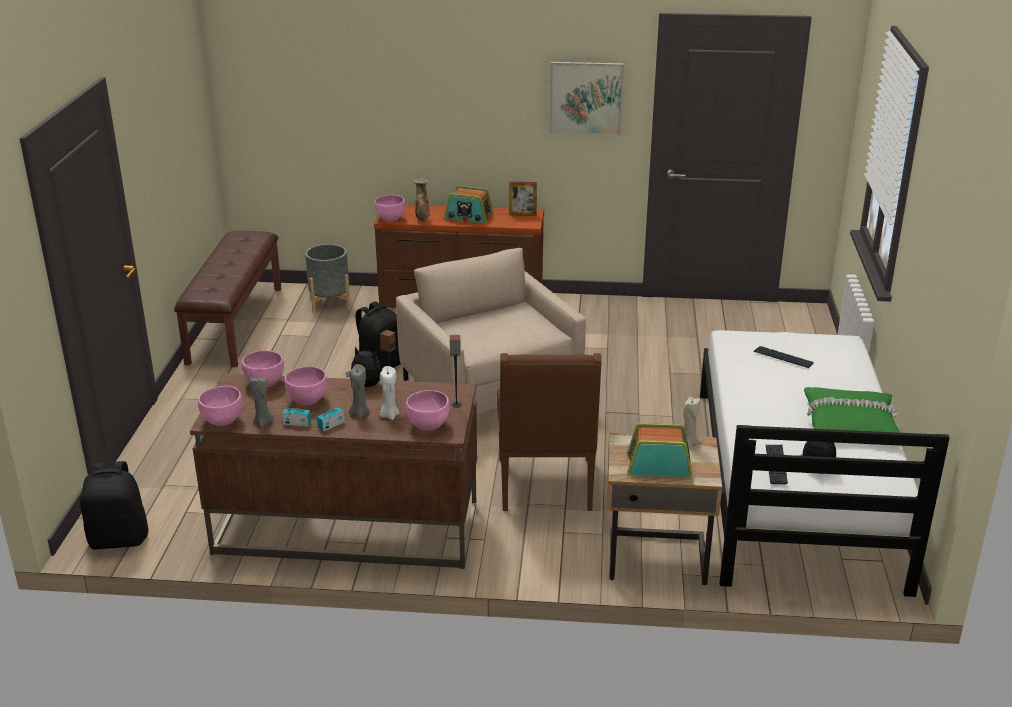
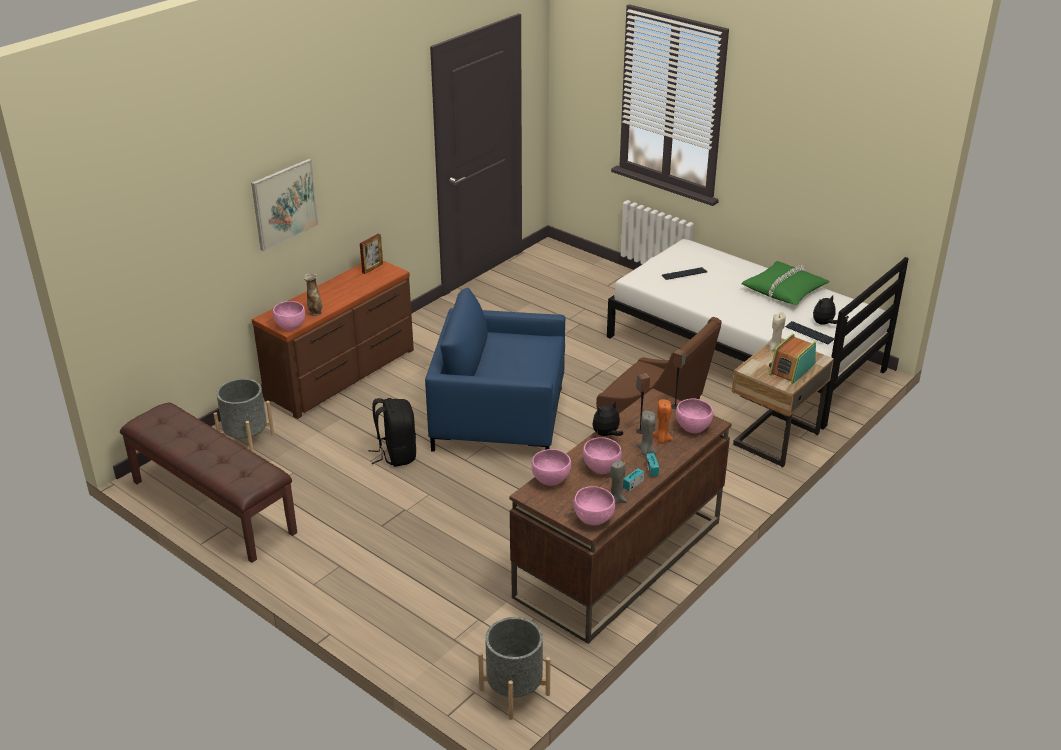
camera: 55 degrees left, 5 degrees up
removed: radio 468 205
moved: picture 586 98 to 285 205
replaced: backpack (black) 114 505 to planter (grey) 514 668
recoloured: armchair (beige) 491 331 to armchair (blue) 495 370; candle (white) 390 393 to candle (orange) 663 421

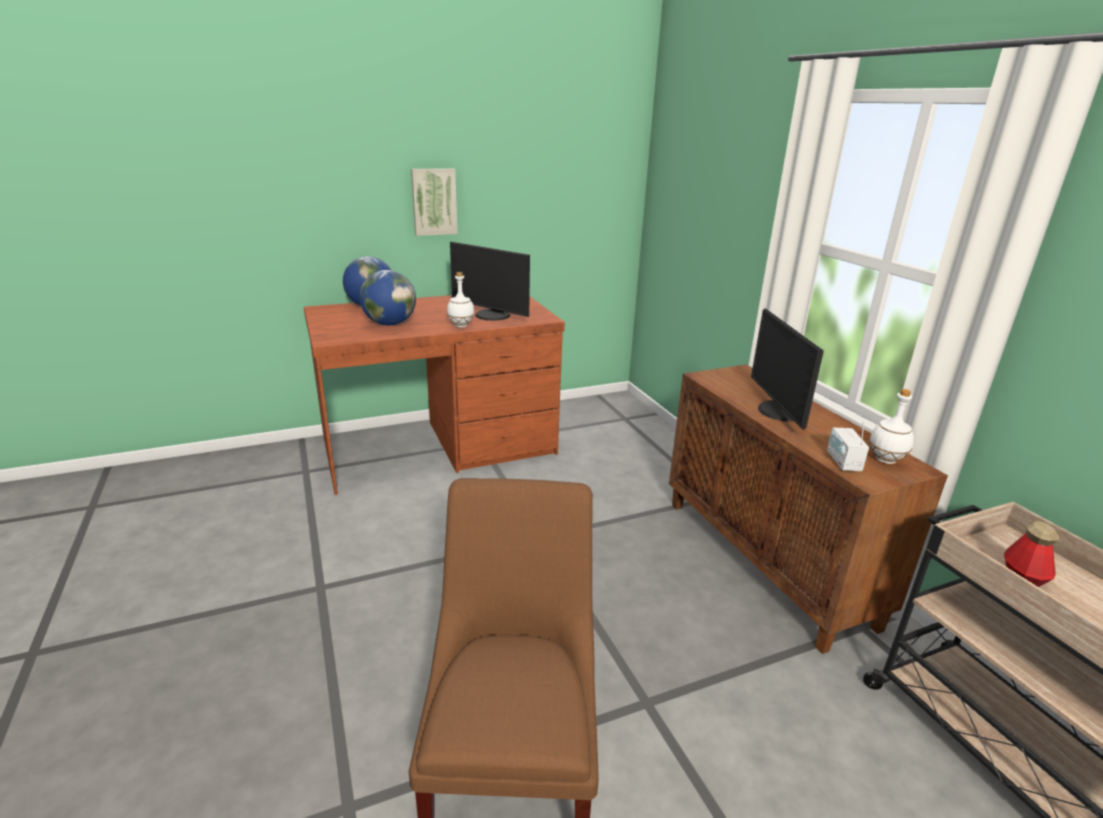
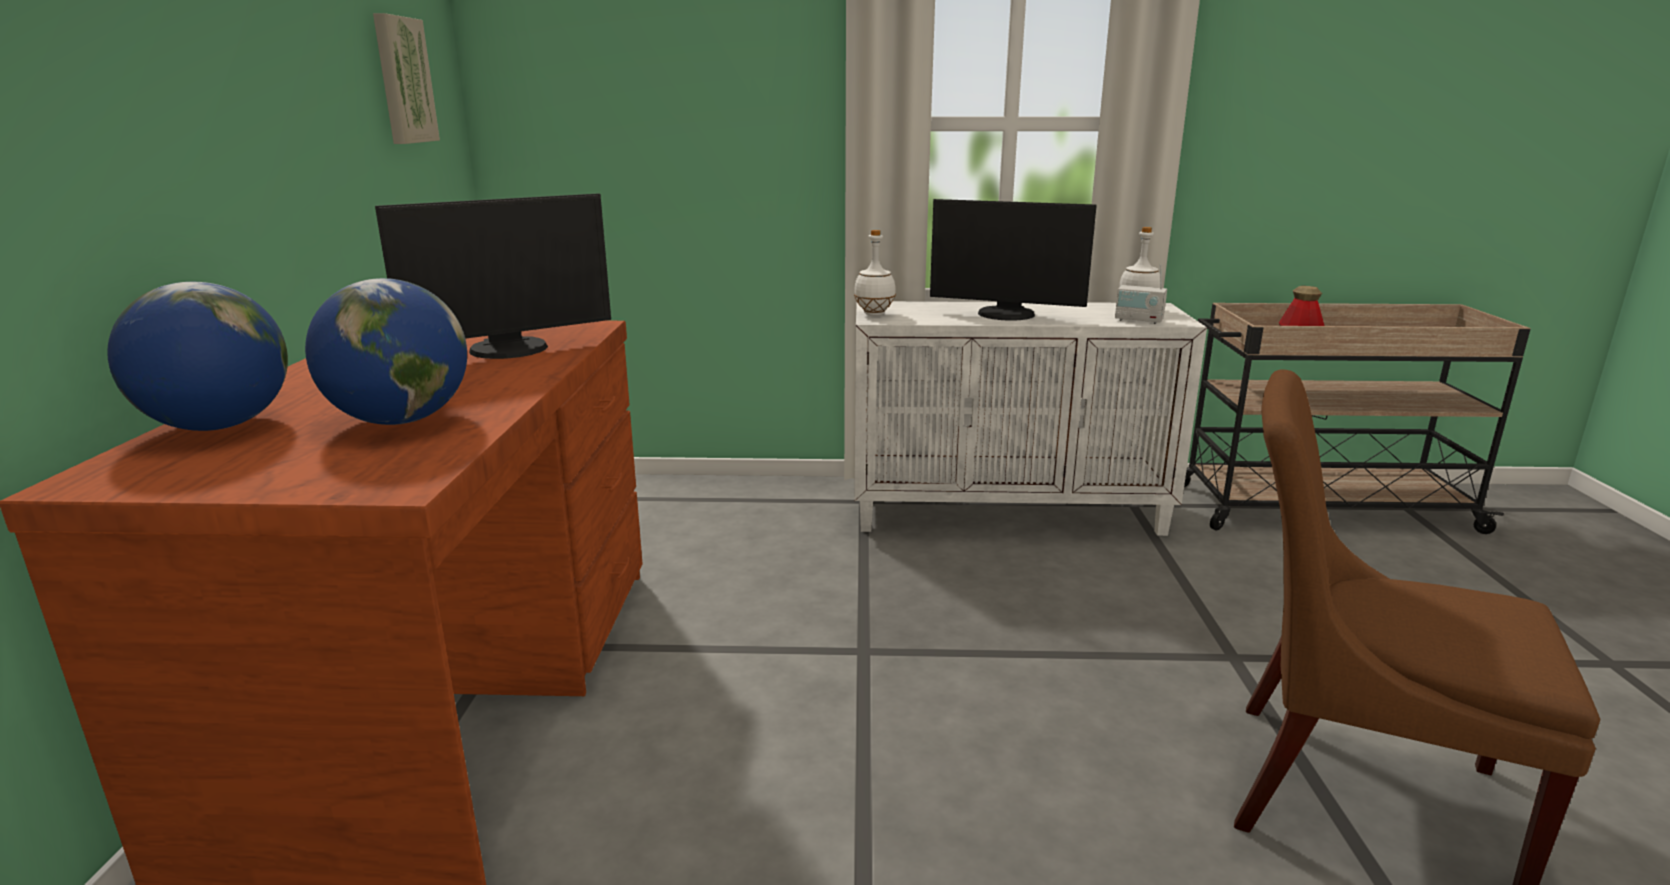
camera: 65 degrees left, 5 degrees down
moved: picture 434 202 to 406 78; bottle (white) 460 299 to 875 273
recoloured: cabinet (brown) 808 509 to cabinet (white) 1030 418

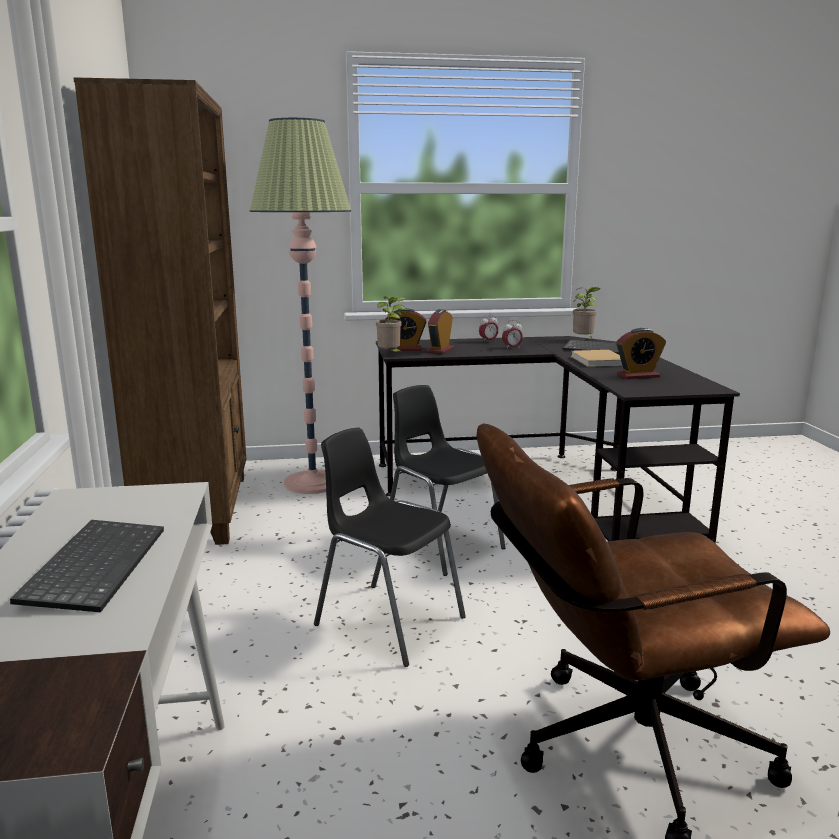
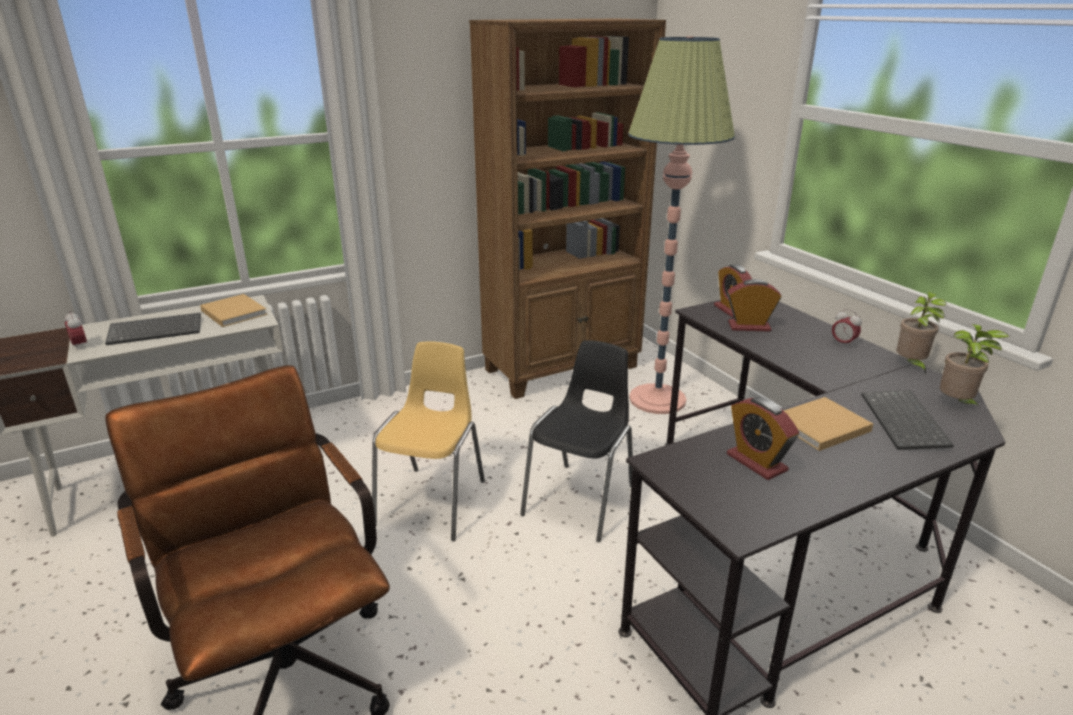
camera: 70 degrees right, 10 degrees up
added: book (beige) 233 310
moved: alarm clock 512 334 to 76 330; potted plant 391 324 to 921 333
recoloured: chair (black) 390 547 to chair (yellow) 428 441

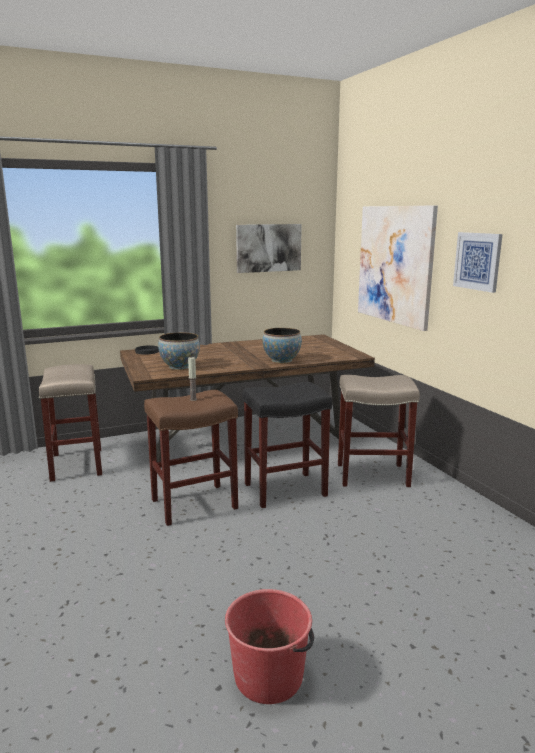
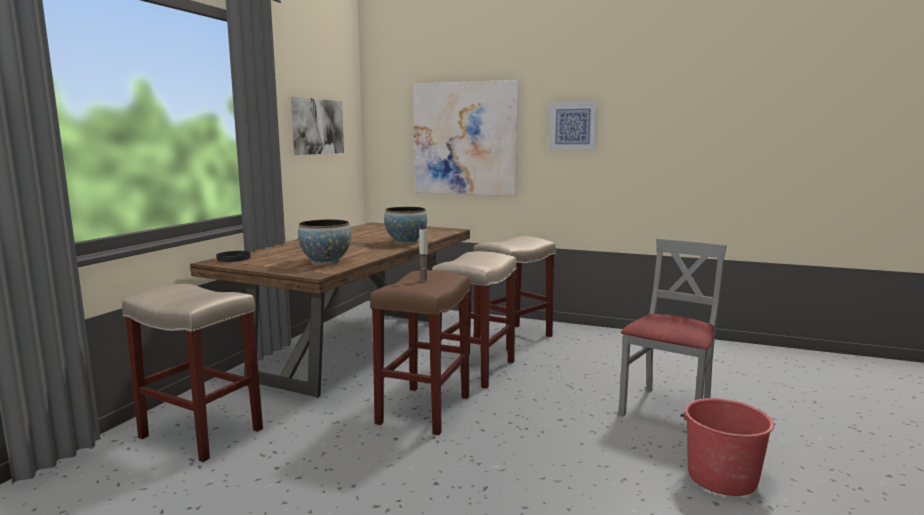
camera: 45 degrees left, 5 degrees down
added: chair (grey) 672 327
recoloured: stool (black) 287 445 to stool (beige) 474 320

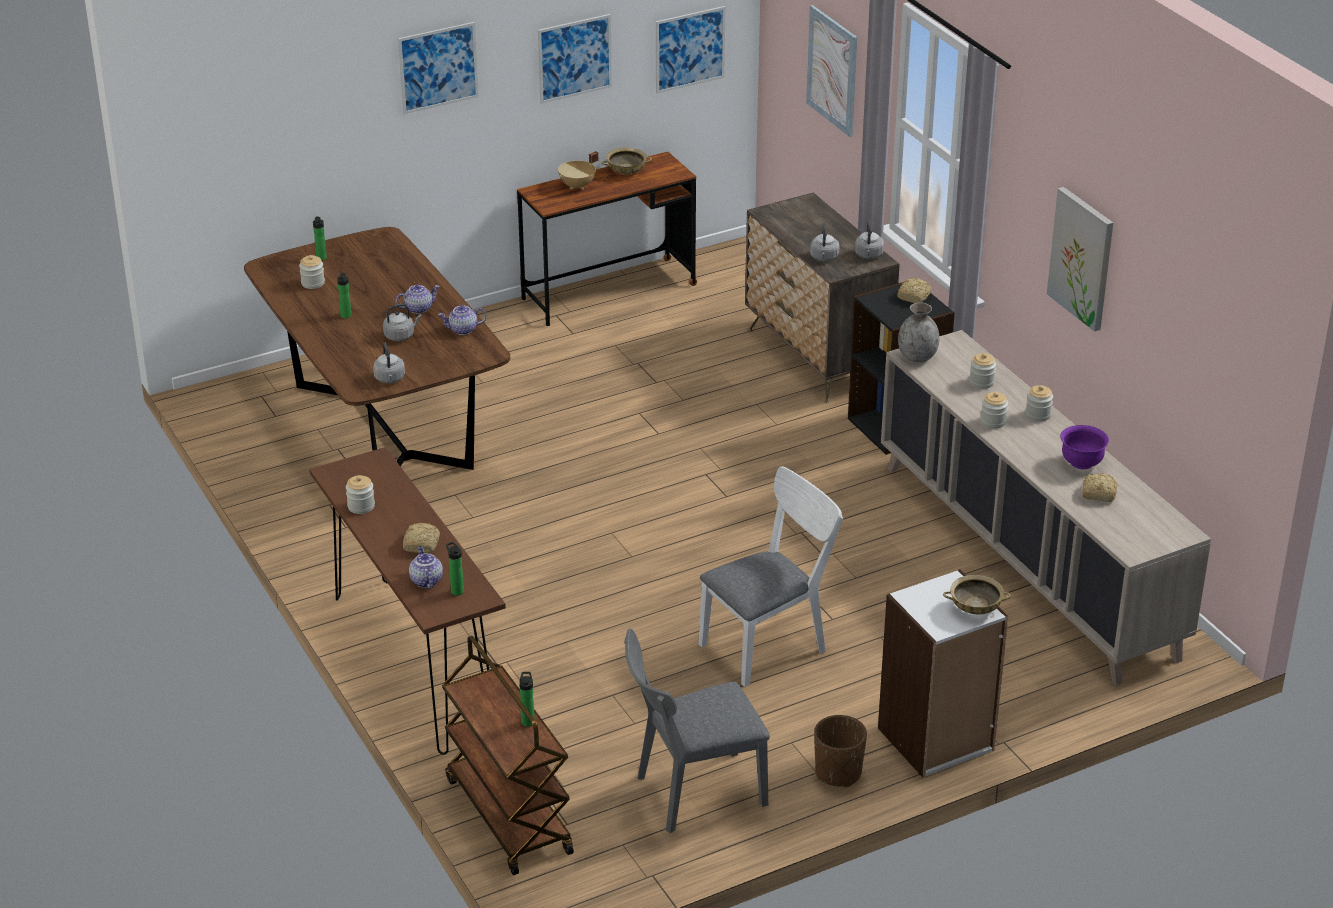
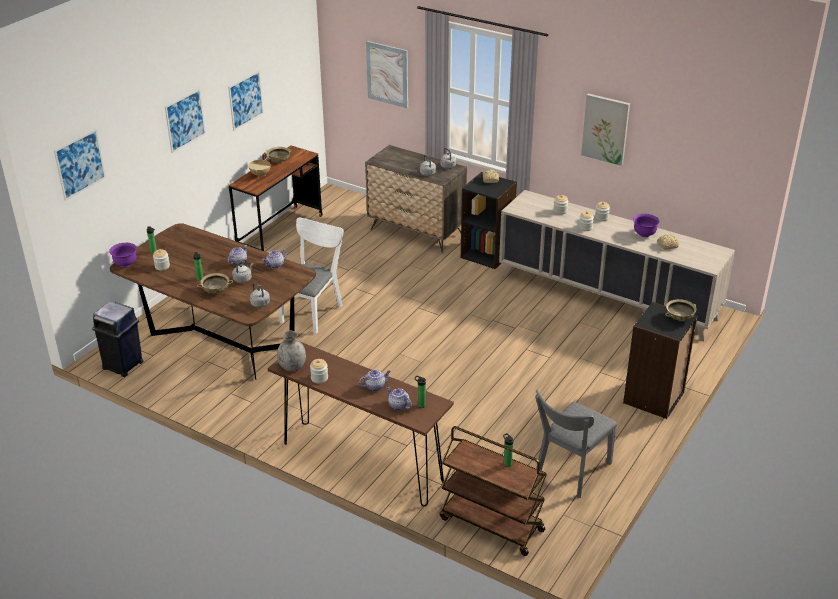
camera: 30 degrees left, 0 degrees up
removed: planter (brown) 840 751
added: trash can (blue) 118 339; bowl (purple) 123 255; bowl (beige) 215 283
moved: picture 691 50 to 80 165; vase (grey) 919 332 to 291 351; chair (white) 771 576 to 311 276
replaced: bread 421 538 to teapot 375 380
recoloured: bookcase (white) 943 673 to bookcase (black) 660 360

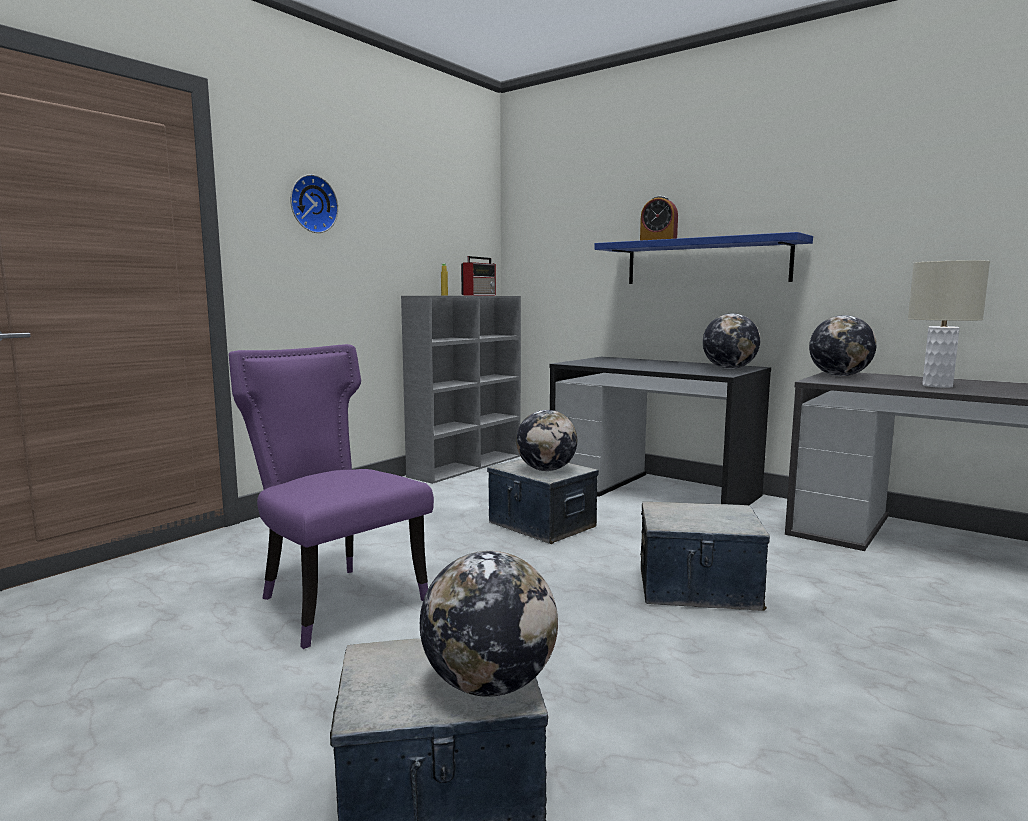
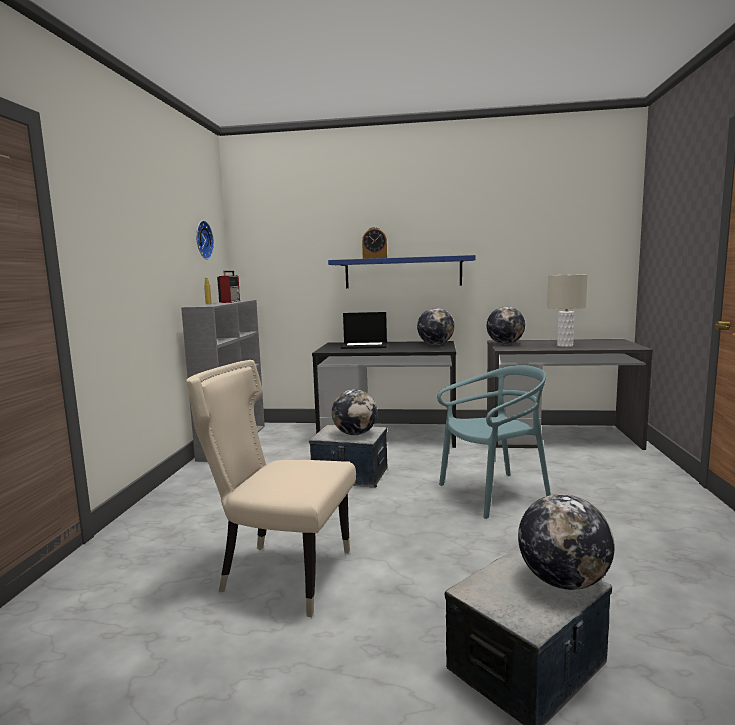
camera: 30 degrees left, 0 degrees up
added: laptop 363 330
moved: wall clock 314 203 to 205 240
replaced: storage box 705 556 to chair (turquoise) 494 442
recoloured: chair (purple) 331 496 to chair (beige) 271 488

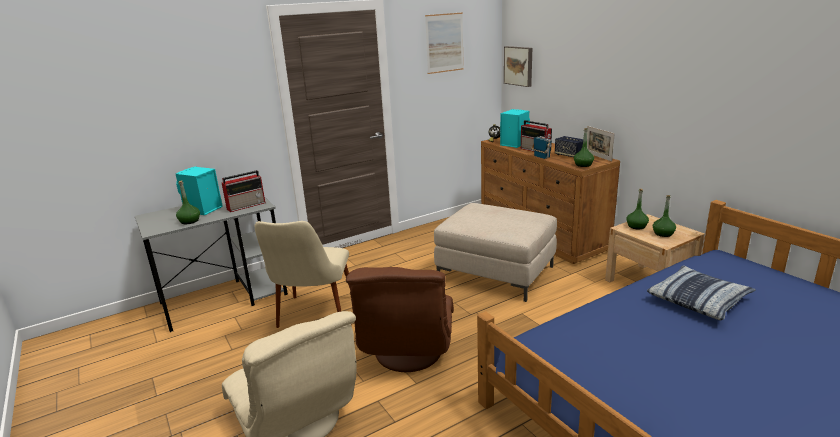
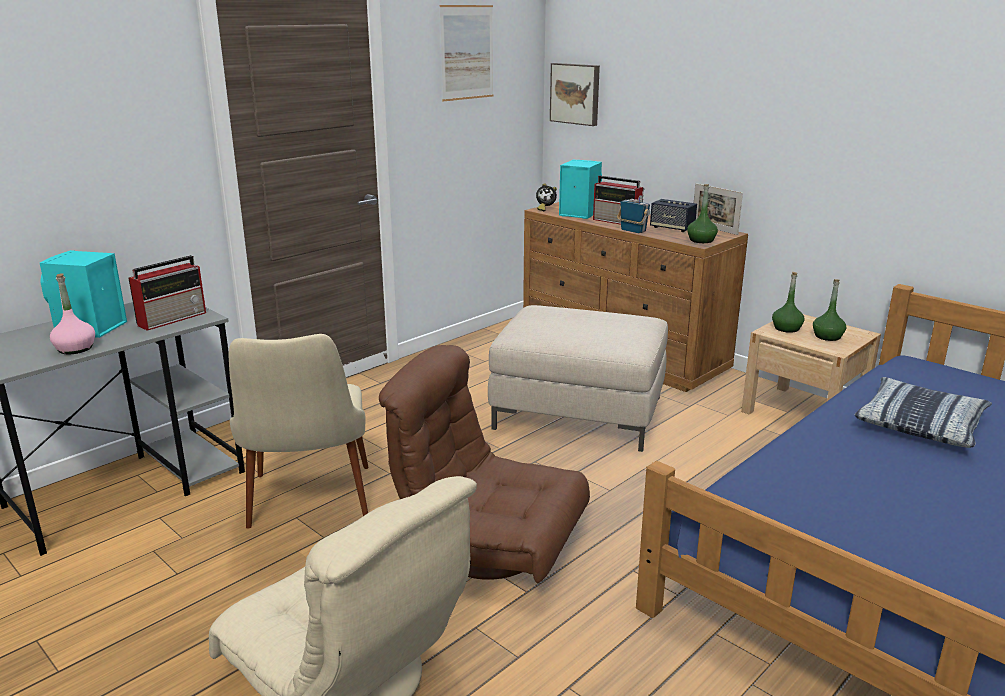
camera: 15 degrees left, 0 degrees up
recoloured: bottle (green) 188 202 to bottle (pink) 72 313
turned: armchair (brown) 400 319 = 484 464 120 degrees clockwise

